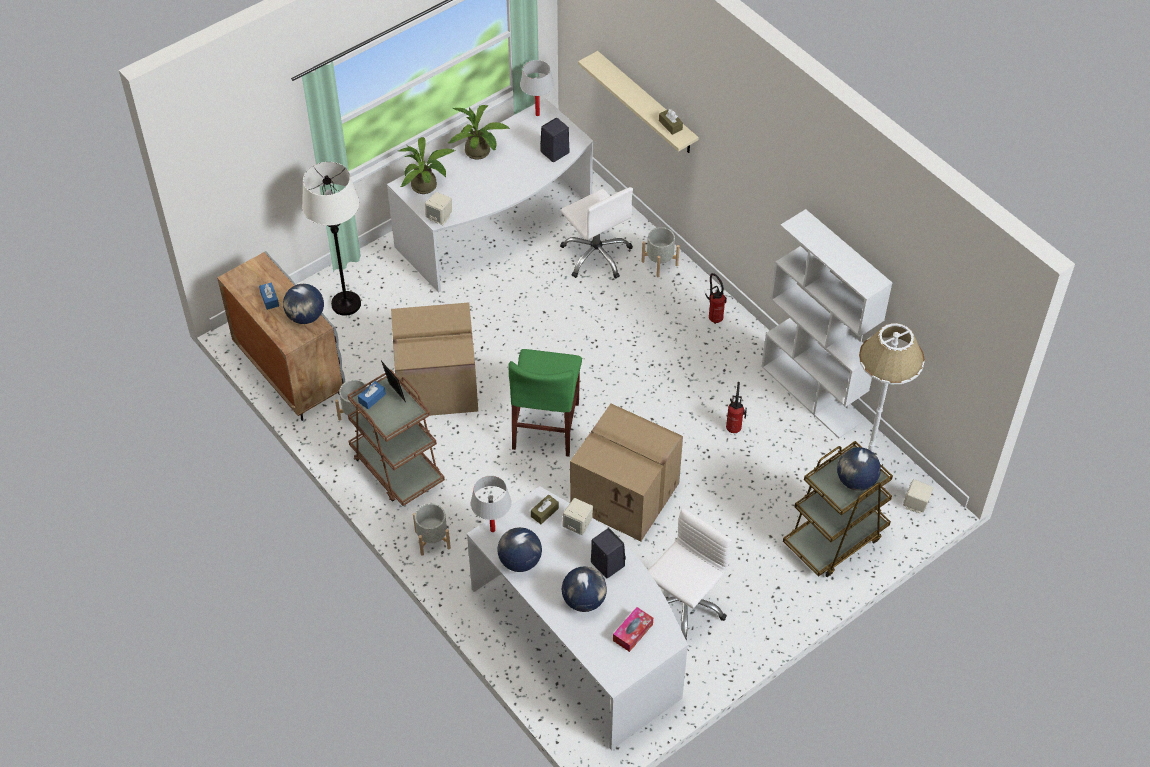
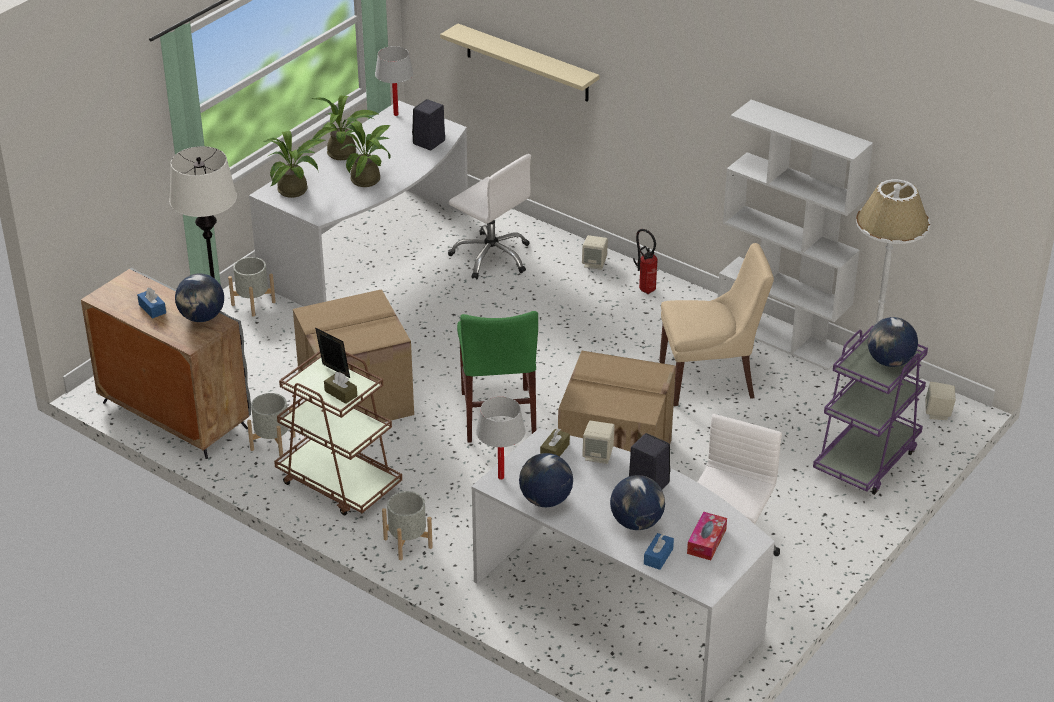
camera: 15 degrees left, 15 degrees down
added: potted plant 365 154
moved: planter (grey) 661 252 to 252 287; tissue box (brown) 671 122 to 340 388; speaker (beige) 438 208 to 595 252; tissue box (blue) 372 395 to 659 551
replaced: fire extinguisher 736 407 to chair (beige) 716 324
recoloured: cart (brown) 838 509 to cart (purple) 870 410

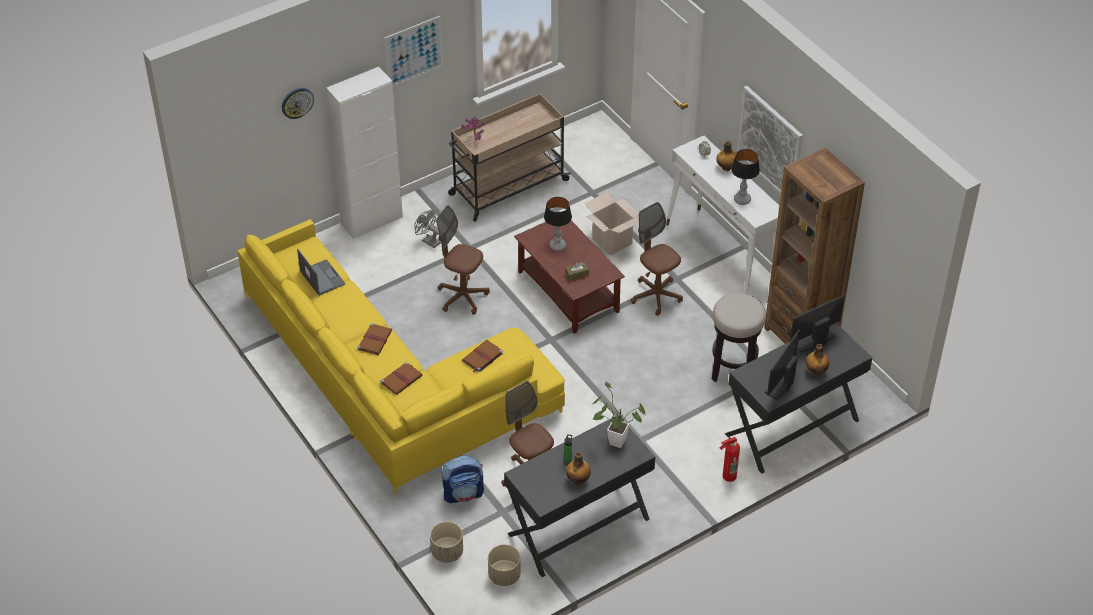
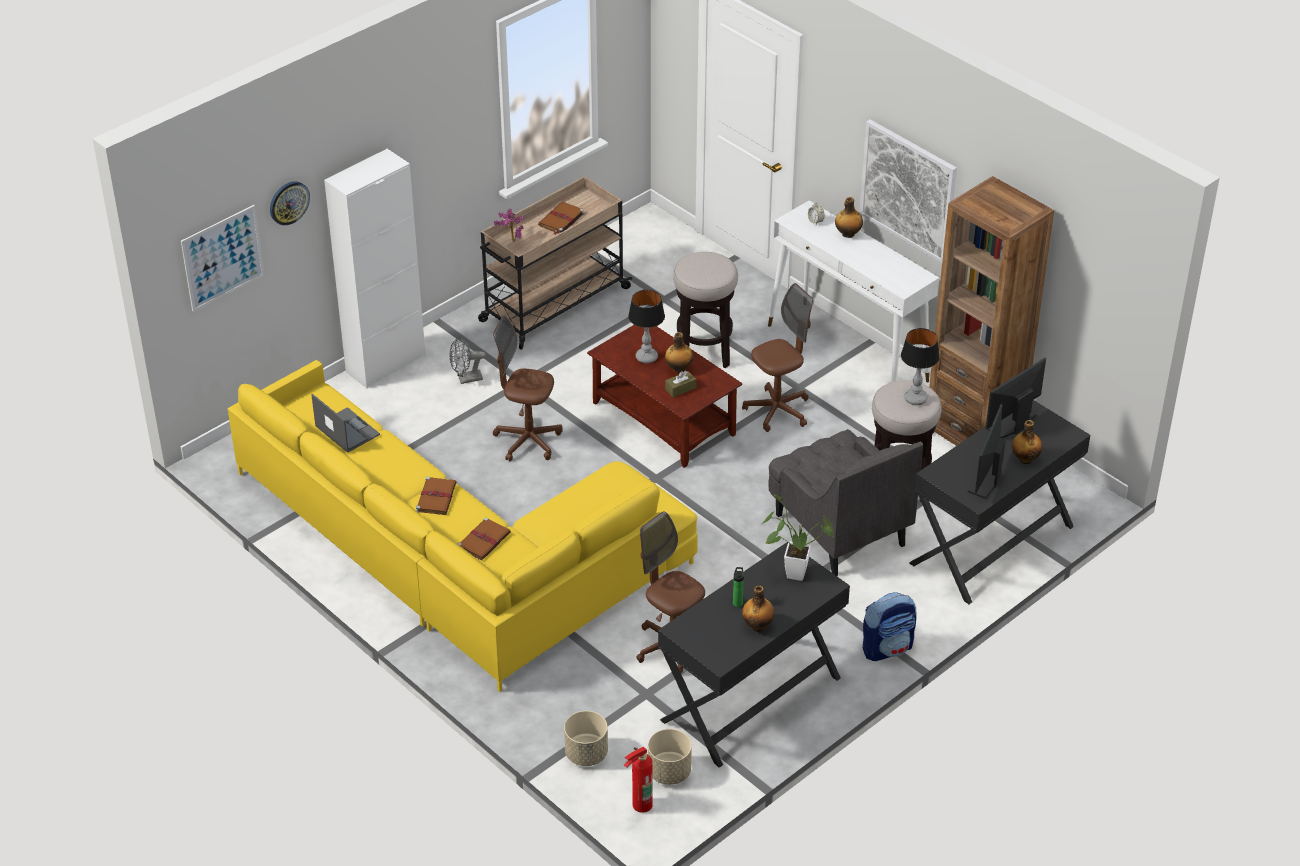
camera: 10 degrees left, 5 degrees down
added: bottle 679 352; armchair (grey) 846 502
moved: picture 413 51 to 222 258; book (brown) 482 356 to 561 218; fire extinguisher 730 459 to 638 780; backpack 463 479 to 890 626; table lamp 745 177 to 920 366
replaced: cardboard box 612 224 to stool 705 310
turned: fan (grey) 427 229 = 468 360 45 degrees counterclockwise; office chair (brown) 657 259 = 777 357 105 degrees clockwise

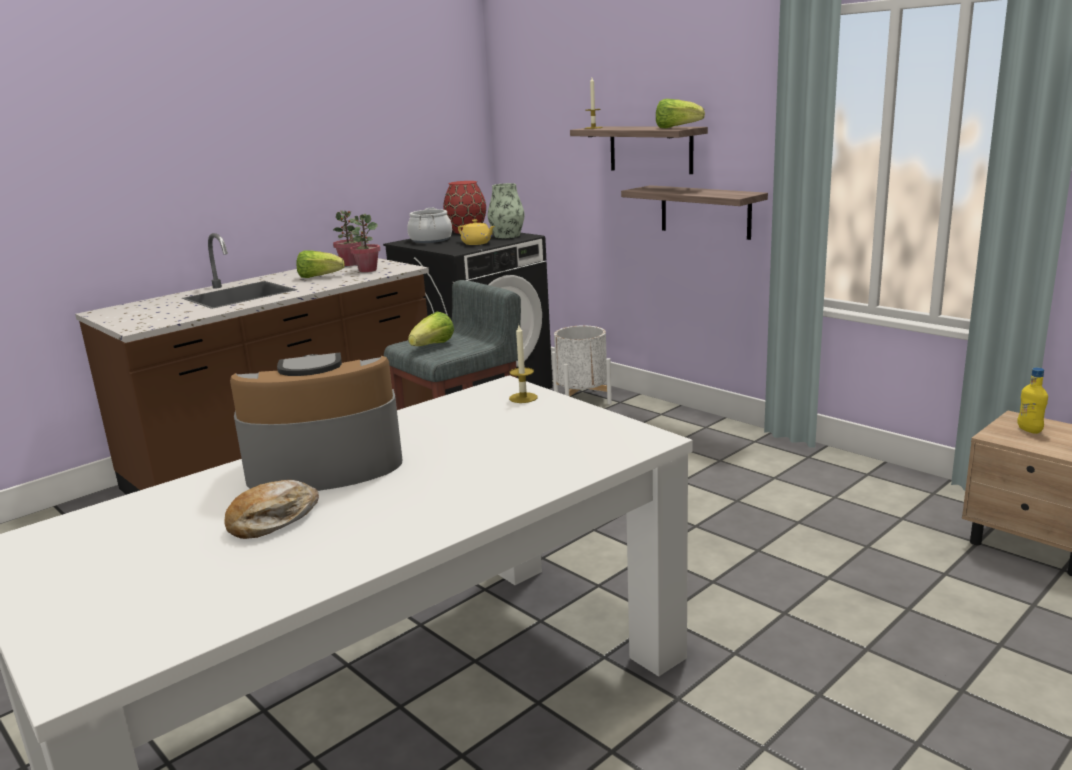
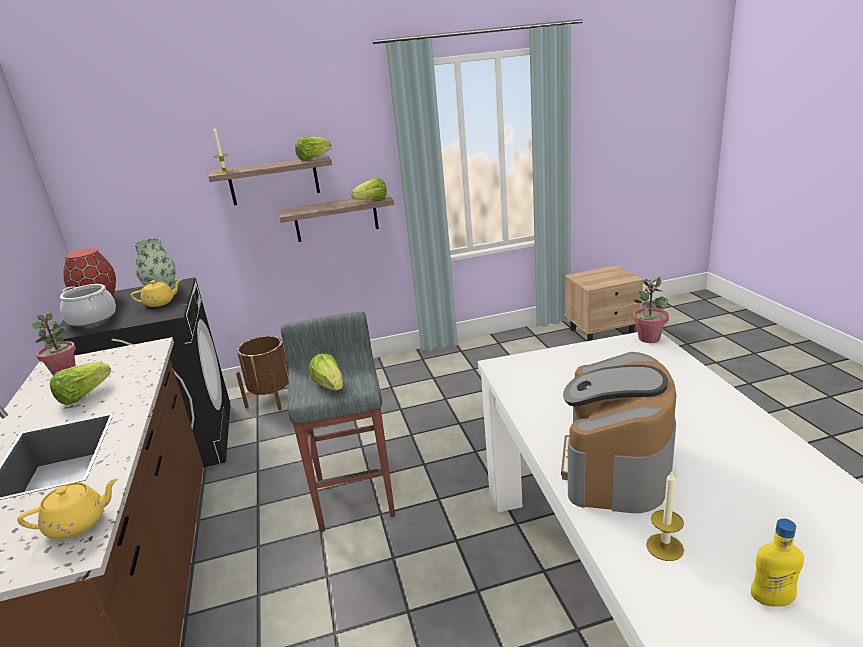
camera: 60 degrees left, 5 degrees up
removed: bread 271 509
added: teapot (yellow) 68 508; lettuce 369 189
moved: potted plant 365 243 to 651 309; candle 523 364 to 665 516; bottle (yellow) 1032 401 to 777 562
recoloured: planter (white) 582 365 to planter (brown) 262 373

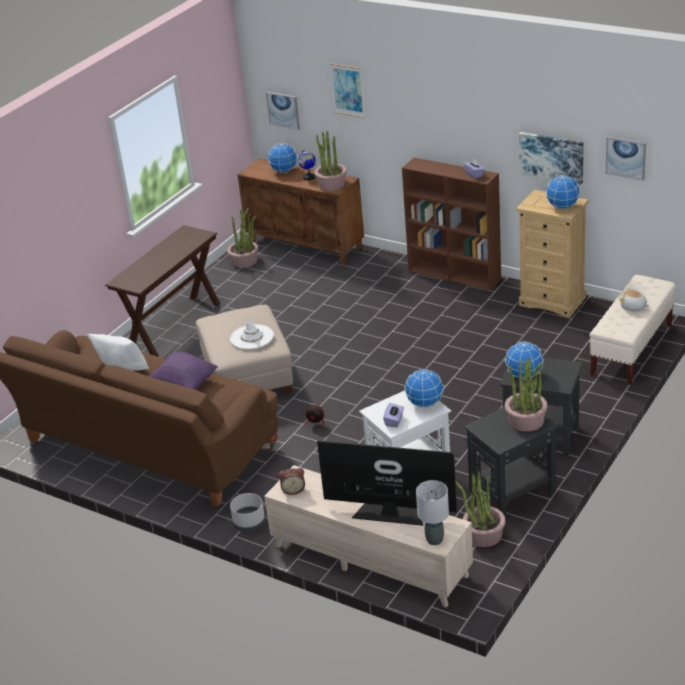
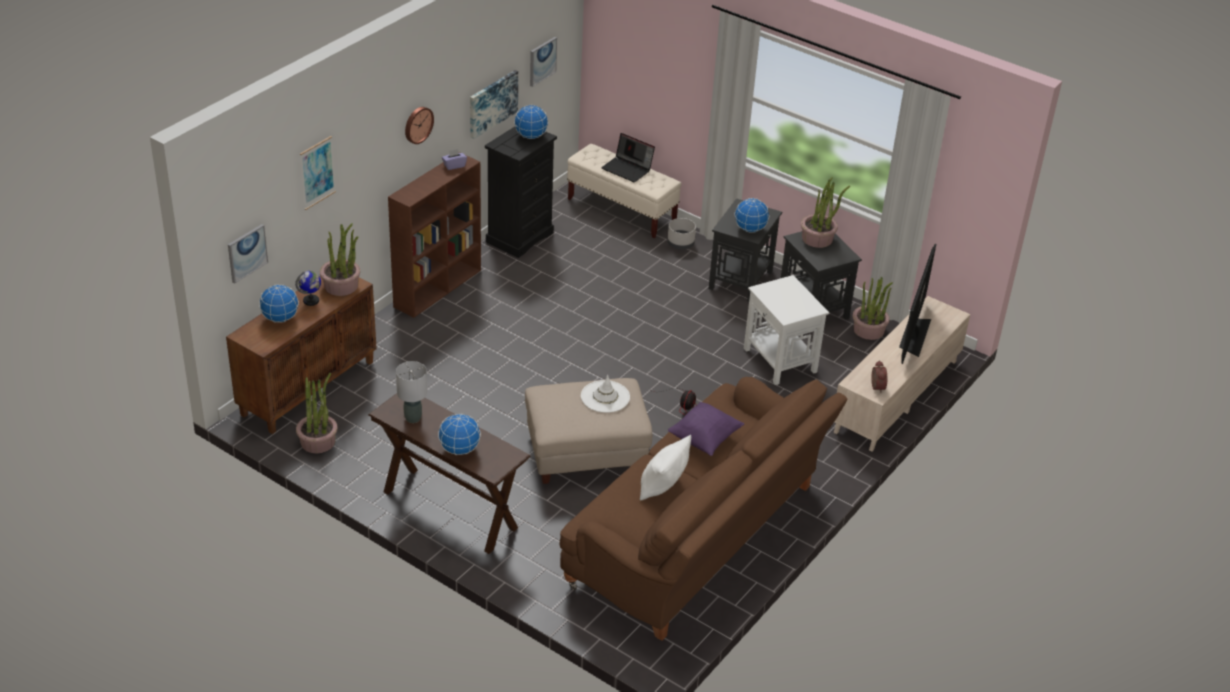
camera: 90 degrees left, 5 degrees up
removed: tissue box (purple) 393 415
added: wall clock 419 125
moved: table lamp (grey) 432 512 to 411 392; globe 424 388 to 459 434; planter (grey) 247 512 to 681 234
replaced: plush toy 634 299 to laptop 628 157
recoloured: dresser (beige) 552 253 to dresser (black) 521 192

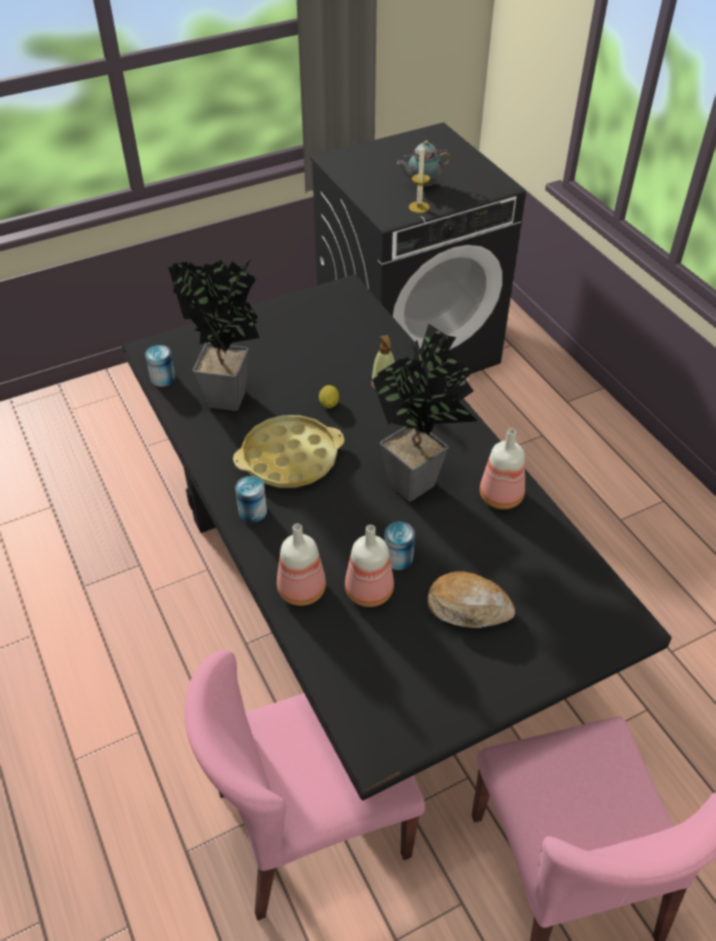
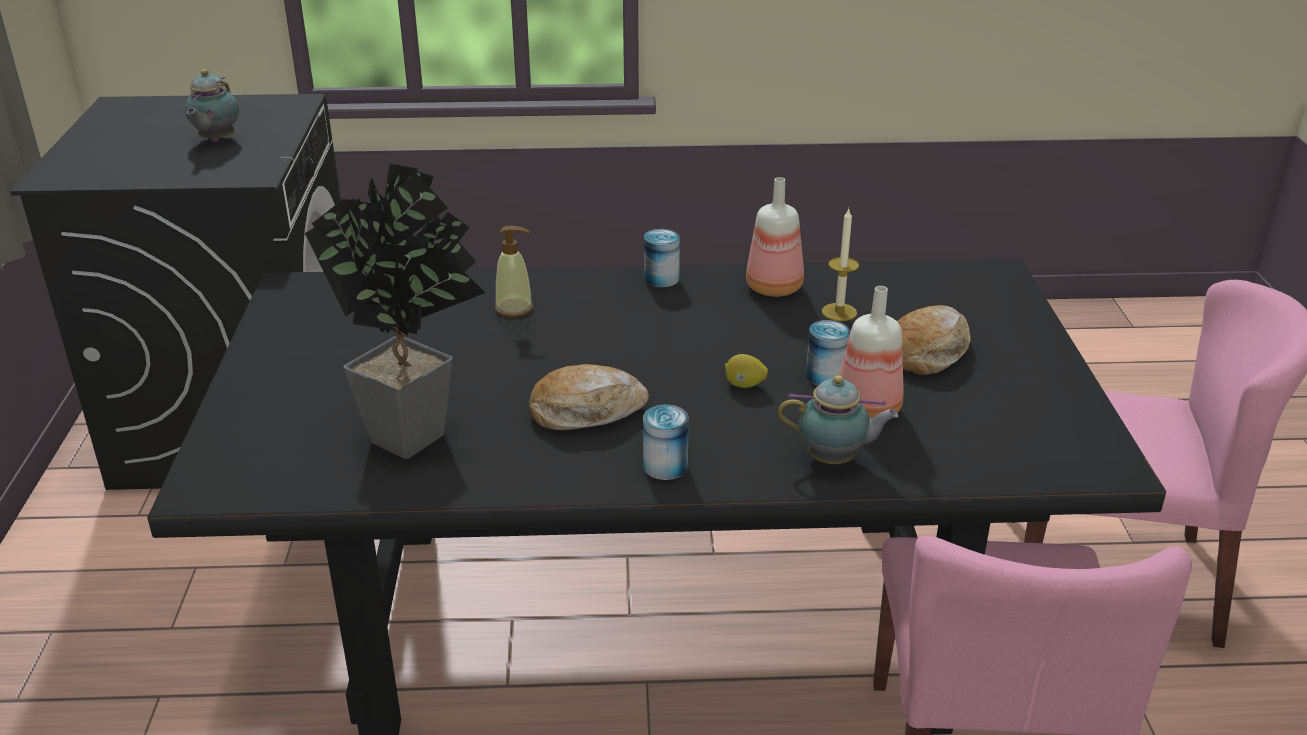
camera: 65 degrees left, 15 degrees down
removed: potted plant 424 413
moved: can 160 366 to 662 258; lemon 329 396 to 746 371; candle 419 179 to 840 265
replaced: tray (yellow) 288 451 to bread 589 397; bottle 301 565 to teapot 838 419

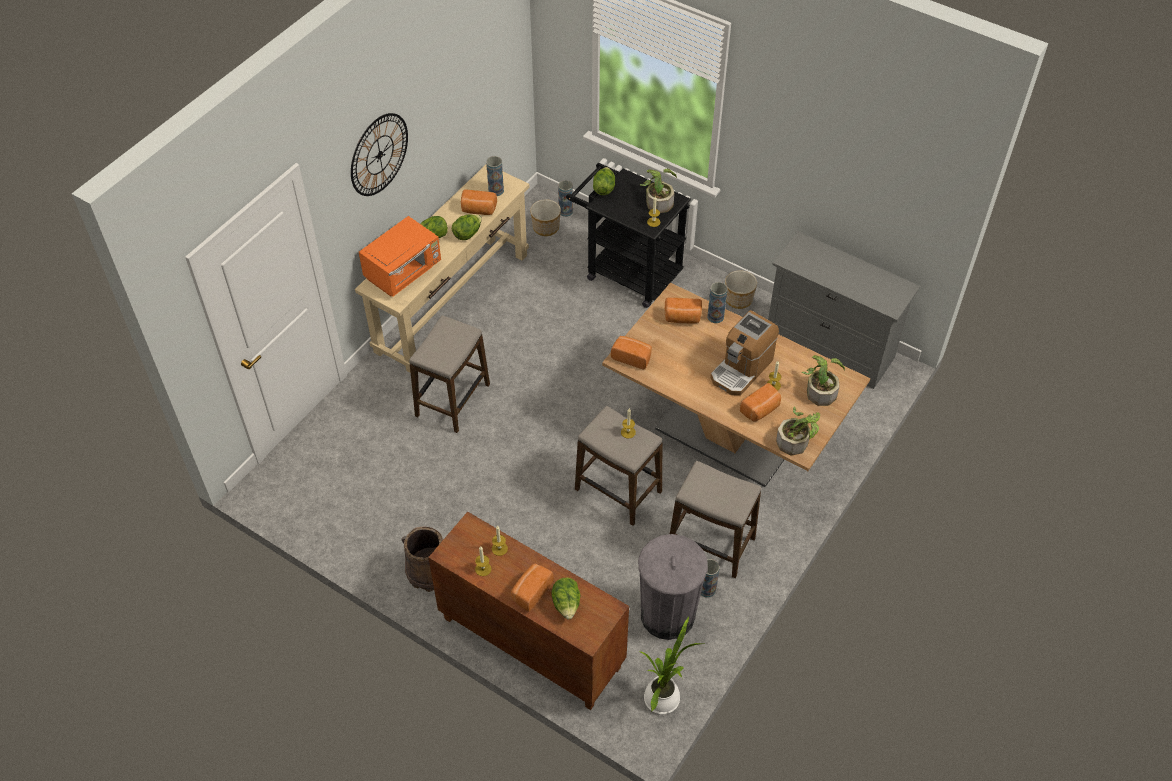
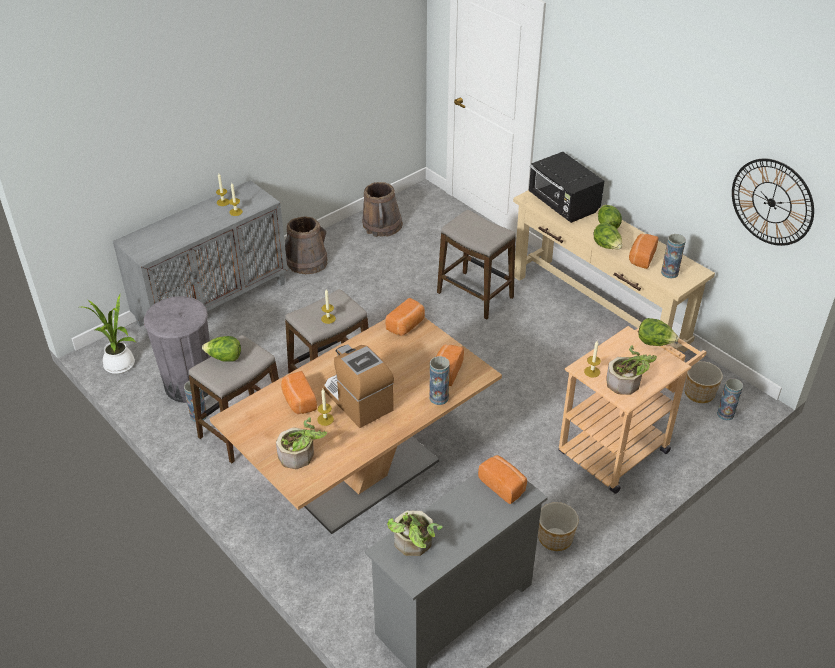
camera: 105 degrees right, 10 degrees down
added: bucket (brown) 382 209
moved: lettuce 566 598 to 221 349; potted plant 798 430 to 415 533; bread 532 587 to 502 479; wall clock 379 154 to 773 202
recoloured: cabinet (brown) 528 611 to cabinet (grey) 200 253; microwave (orange) 400 256 to microwave (black) 566 187; cart (black) 628 235 to cart (beige) 632 406

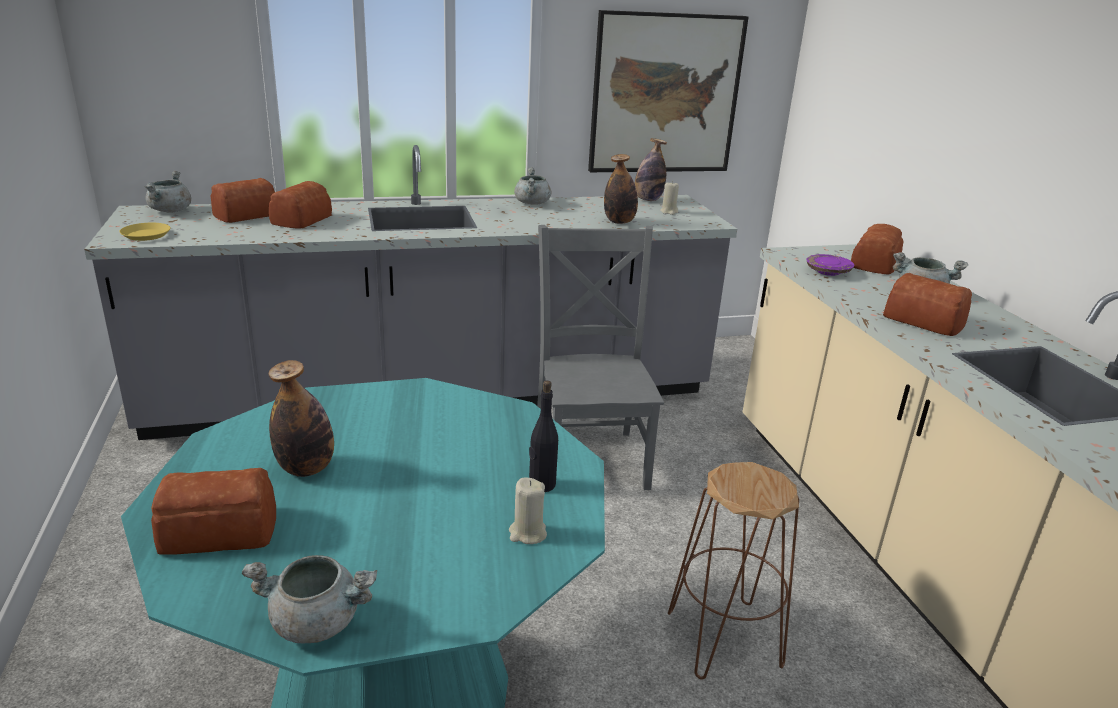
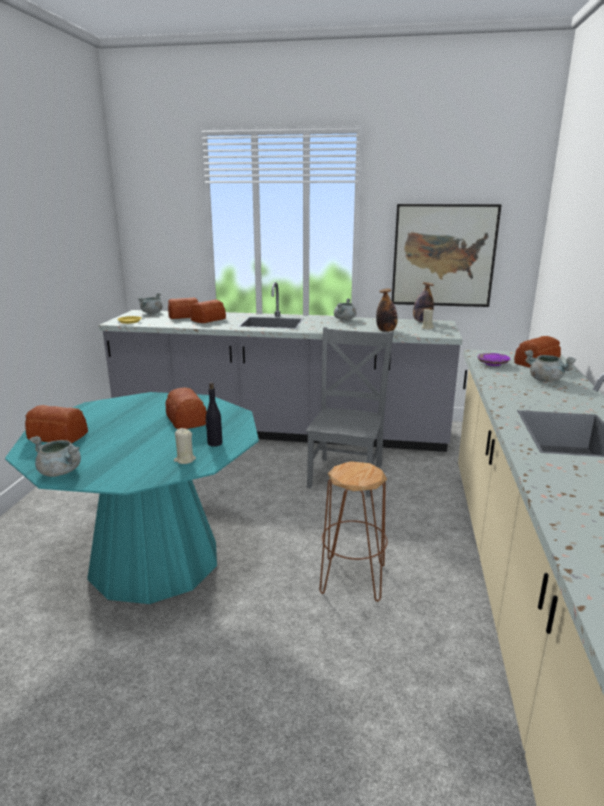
camera: 25 degrees right, 5 degrees down
removed: bottle 301 418
moved: bread 927 304 to 186 408

